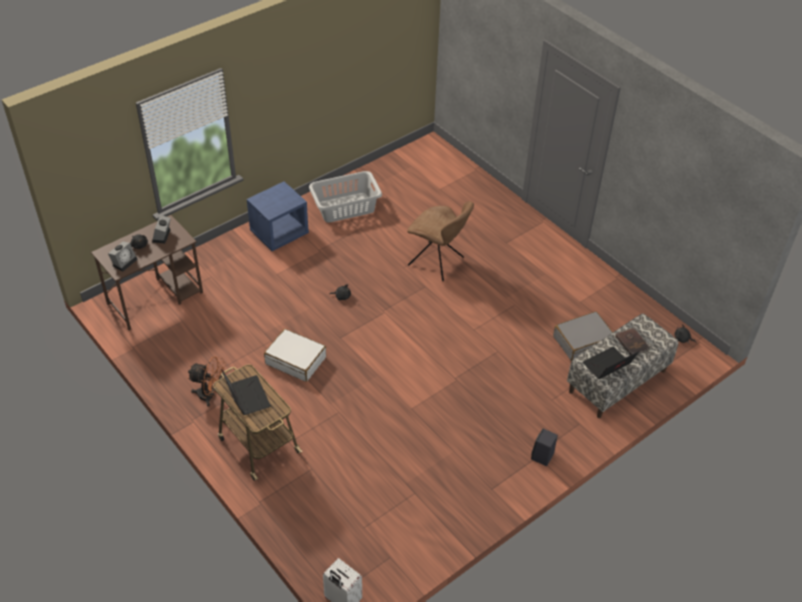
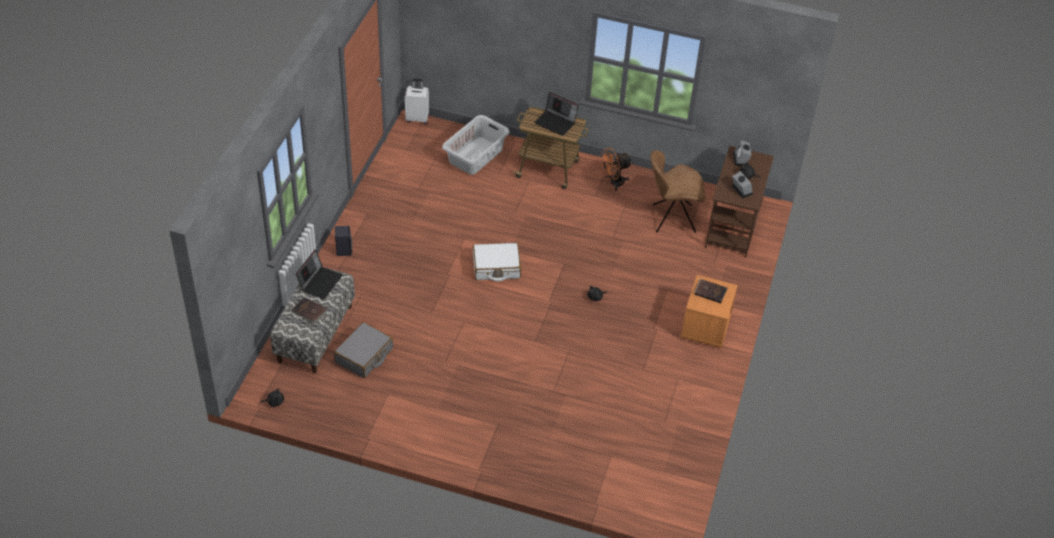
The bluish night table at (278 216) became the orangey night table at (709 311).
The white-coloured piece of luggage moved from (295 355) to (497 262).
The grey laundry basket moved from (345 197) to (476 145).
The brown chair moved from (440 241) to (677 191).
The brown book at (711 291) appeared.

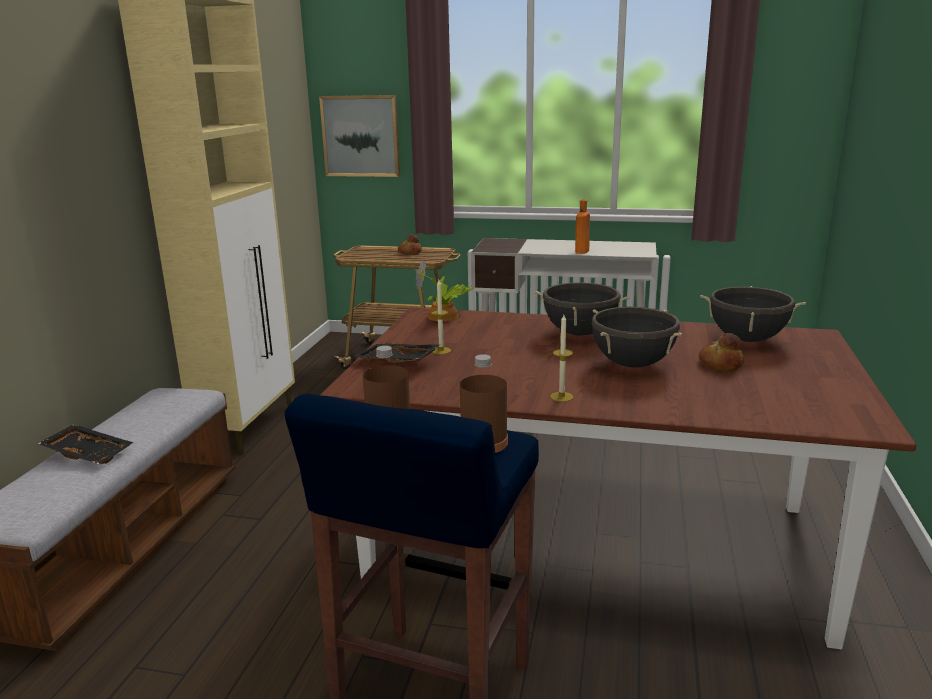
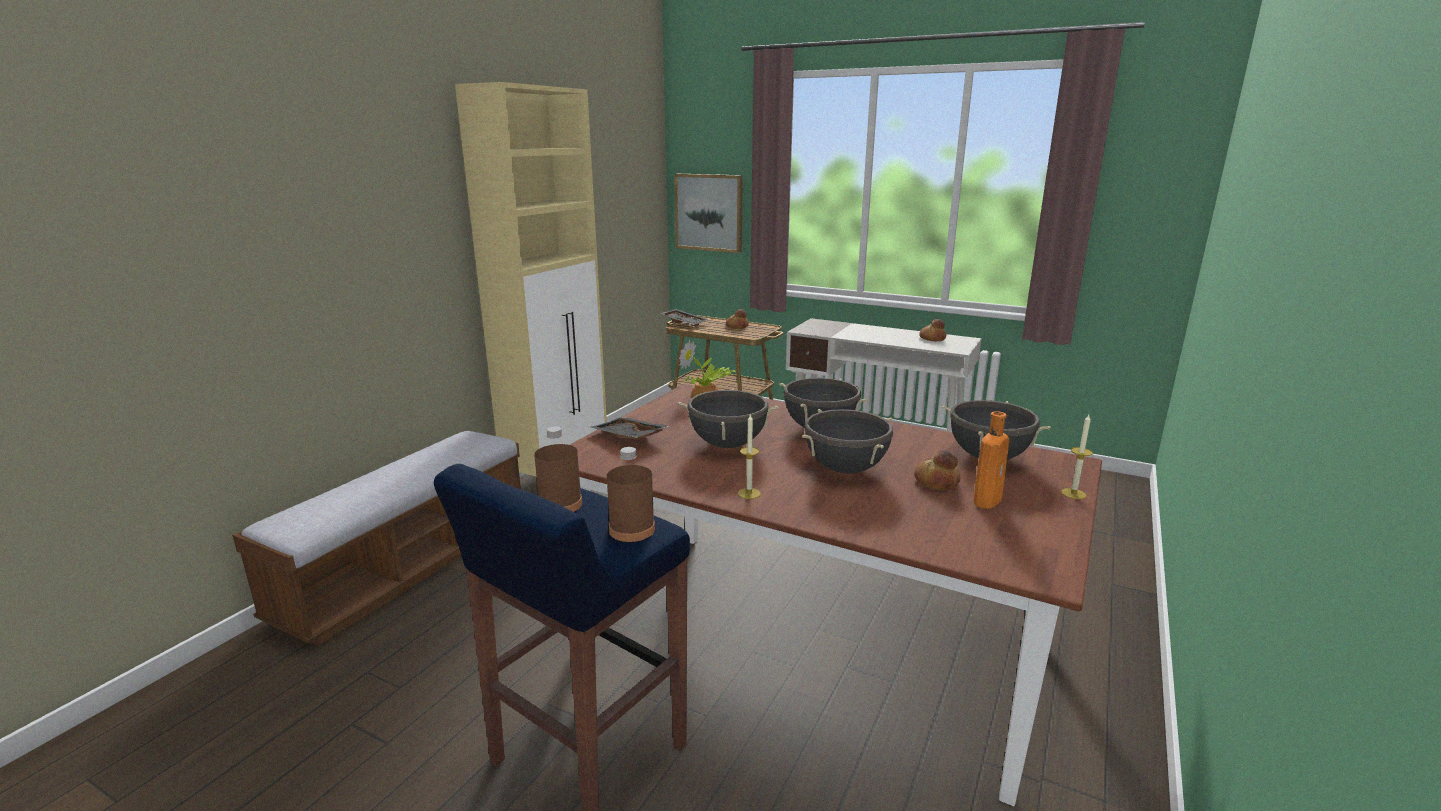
The black-coloured serving tray moved from (86 444) to (684 318).
The wax candle moved from (441 317) to (1077 457).
The orangey beverage bottle moved from (582 227) to (992 460).
The black-coloured cooking pot at (728 418) appeared.
The bread at (932 330) appeared.

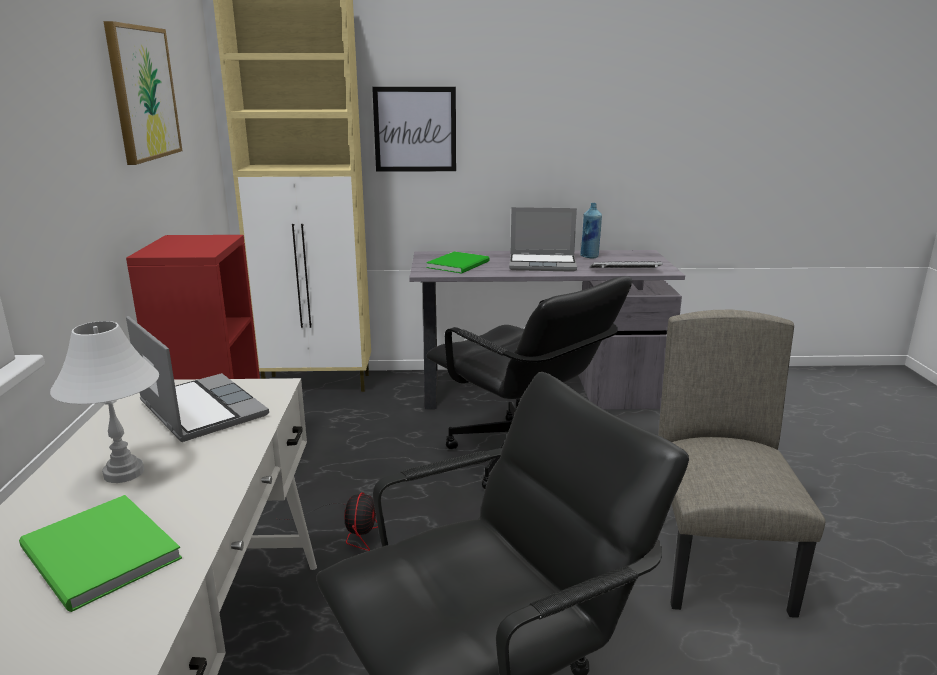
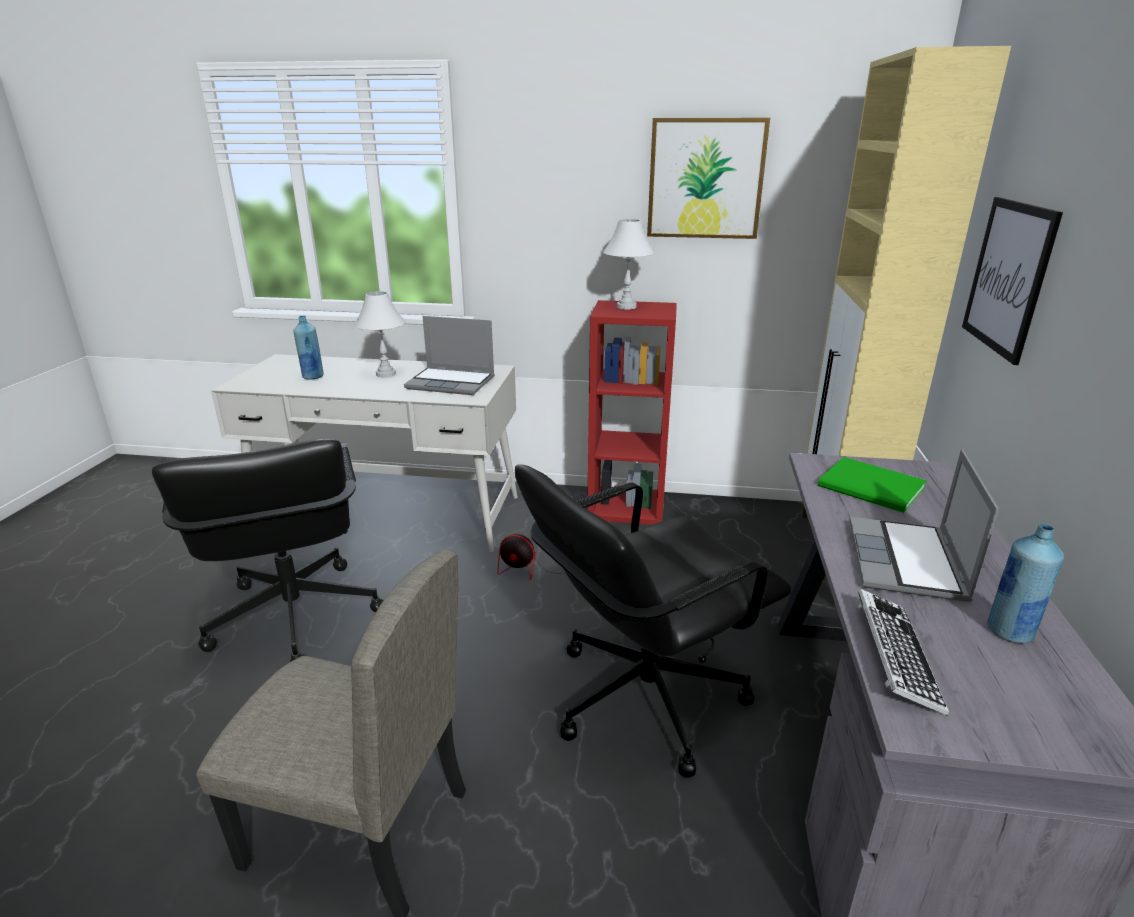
The green-coloured book at (100 553) was replaced by the bluish beverage bottle at (308 348).
The laptop at (197 379) turned 45 degrees clockwise.
The white-coloured table lamp at (628 264) appeared.

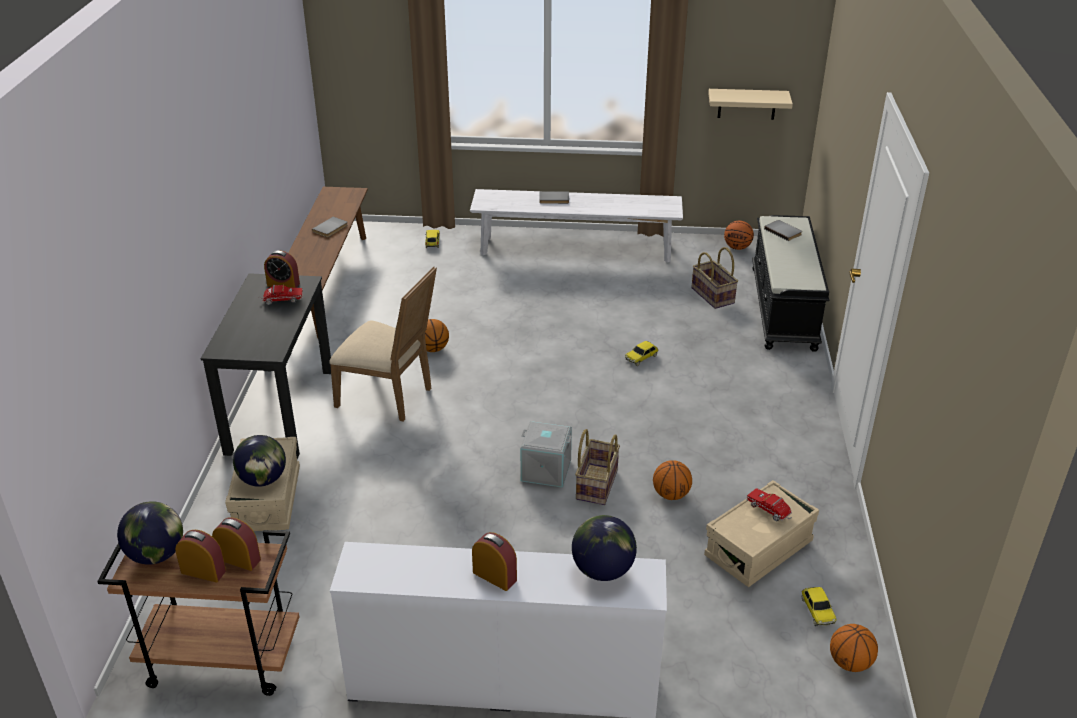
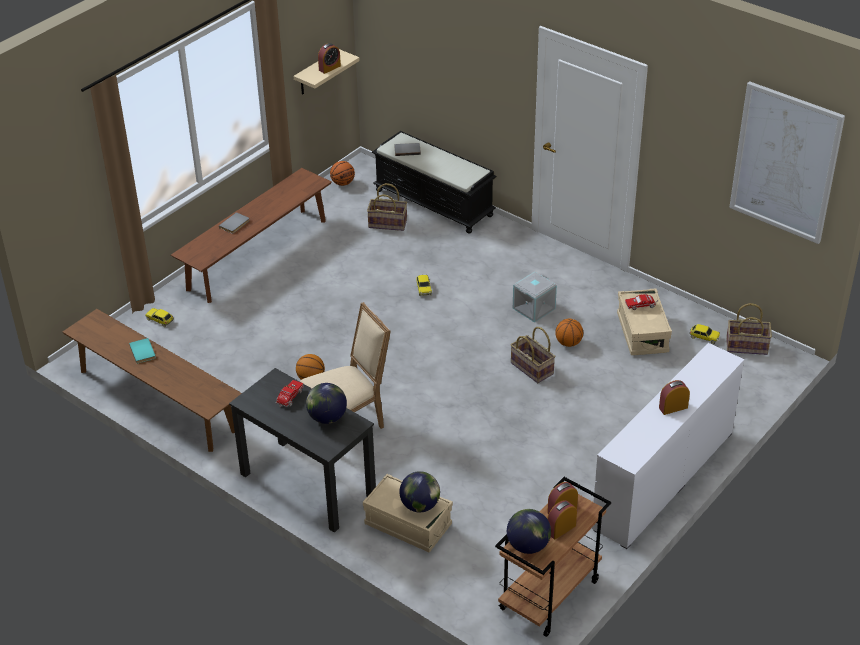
The bedside clock moved from (282 269) to (329 58).
The grey book at (330 227) became the turquoise book at (142 351).
The white-coloured indoor bench at (576 226) became the brown indoor bench at (251 235).
The grey storage bin moved from (546 454) to (535 297).
The world globe moved from (604 548) to (326 403).
The basketball at (854 648) was replaced by the household basket at (749 329).
The wall picture at (787 162) appeared.

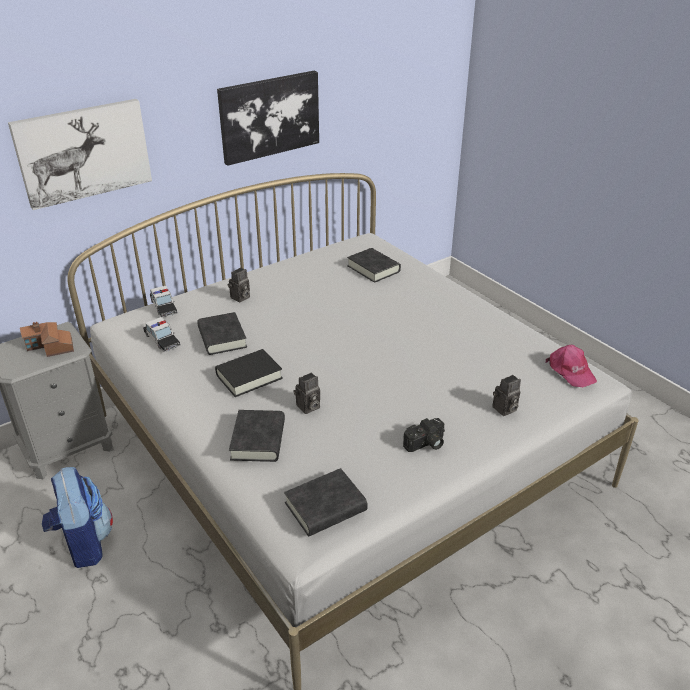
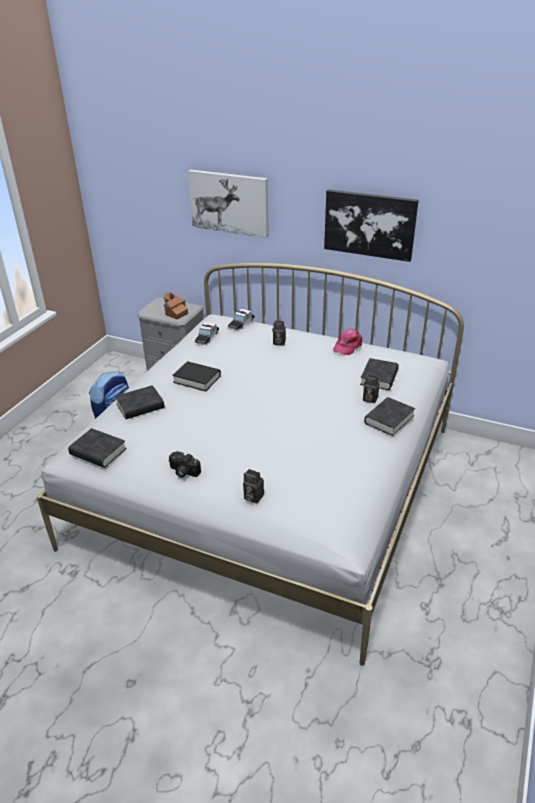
The black-coloured book moved from (222 333) to (389 416).
The still camera moved from (306 393) to (371 388).
The pink-coloured peaked cap moved from (571 366) to (347 342).

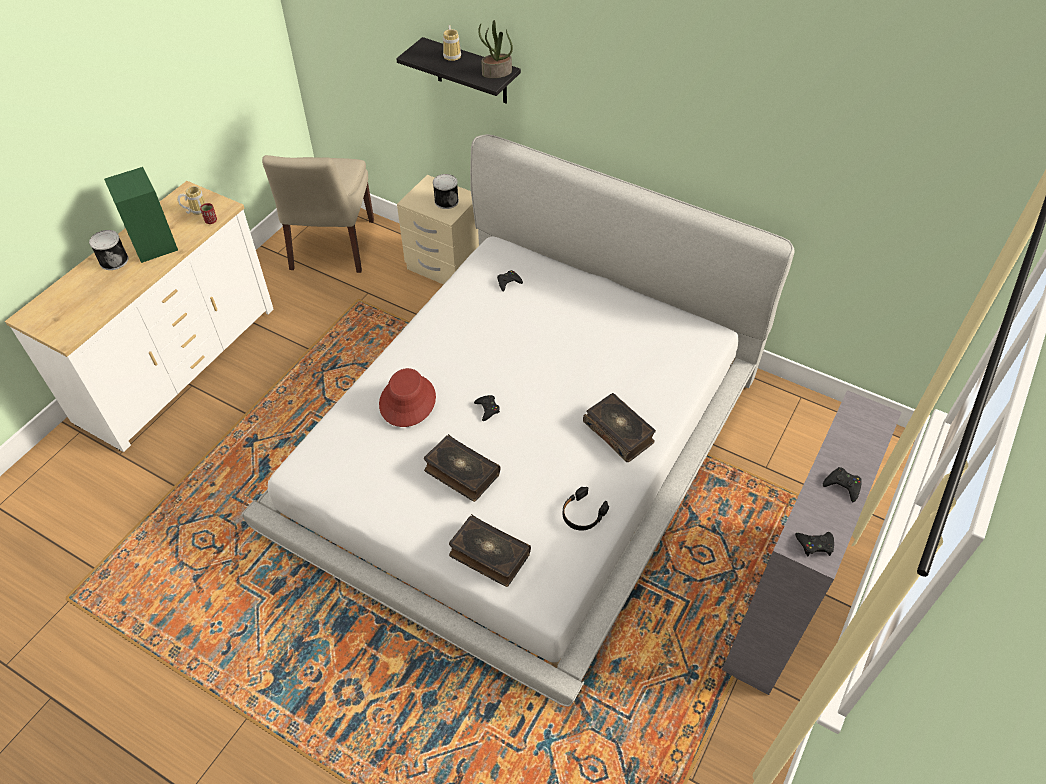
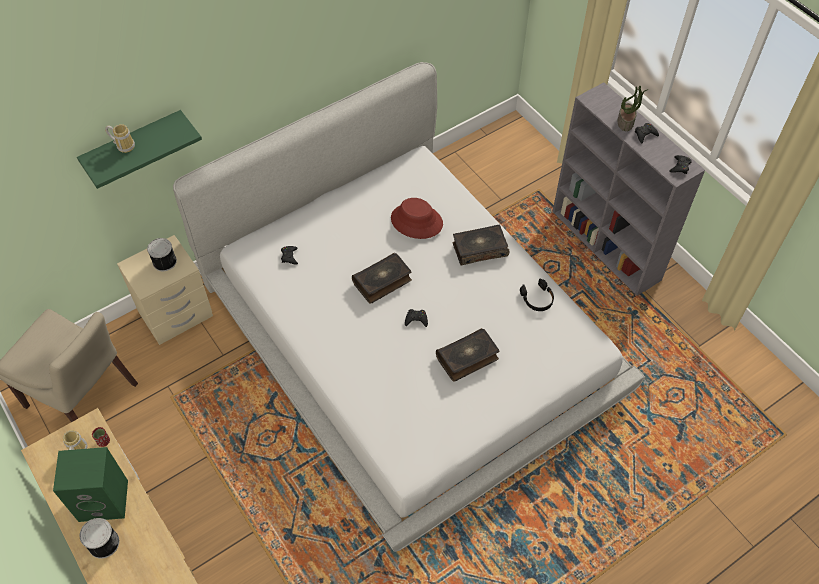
The red-coloured hat moved from (407 397) to (417 218).
The black-coloured wall shelf at (458 70) became the green-coloured wall shelf at (139 149).
The book moved from (490 550) to (382 278).
The plant in a pot moved from (495 49) to (633 108).

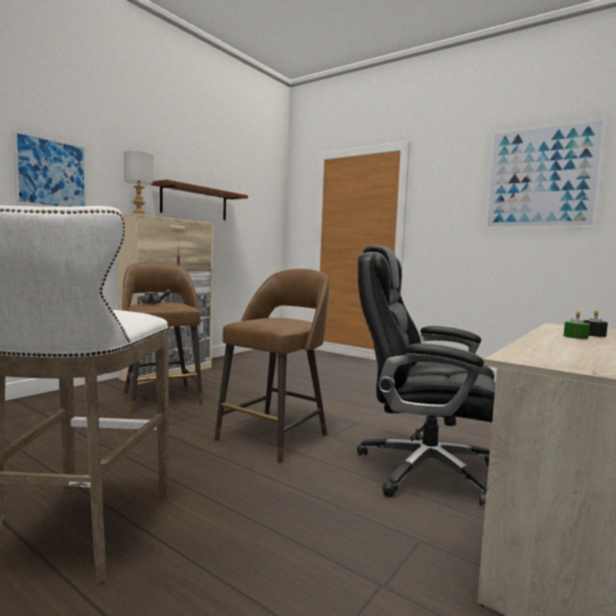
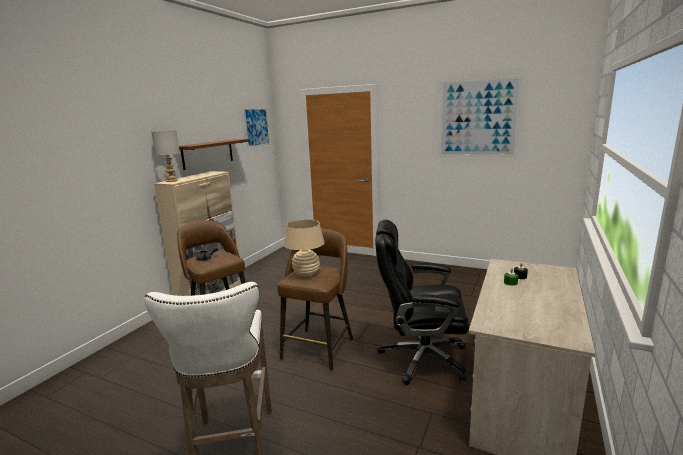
The wall picture moved from (50 168) to (256 128).
The beige table lamp at (304 248) appeared.

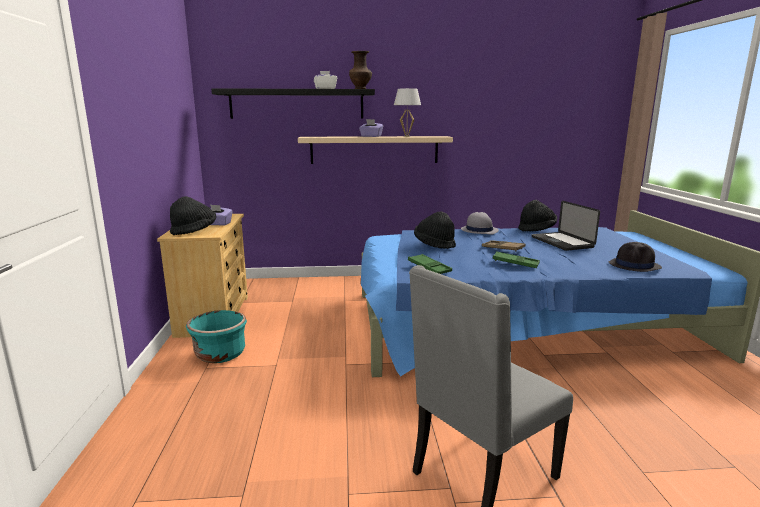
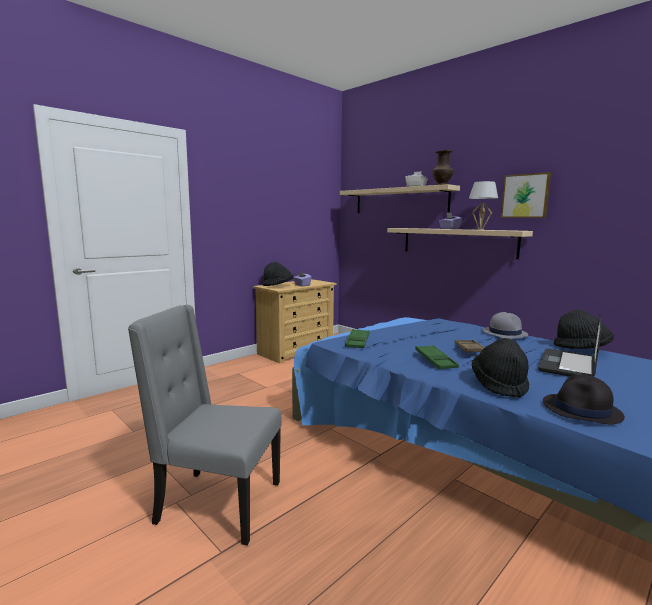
The turquoise planter at (216 336) disappeared.
The black-coloured wall shelf at (293 103) became the beige wall shelf at (400 198).
The black-coloured hat moved from (435 230) to (500 368).
The wall picture at (526 195) appeared.

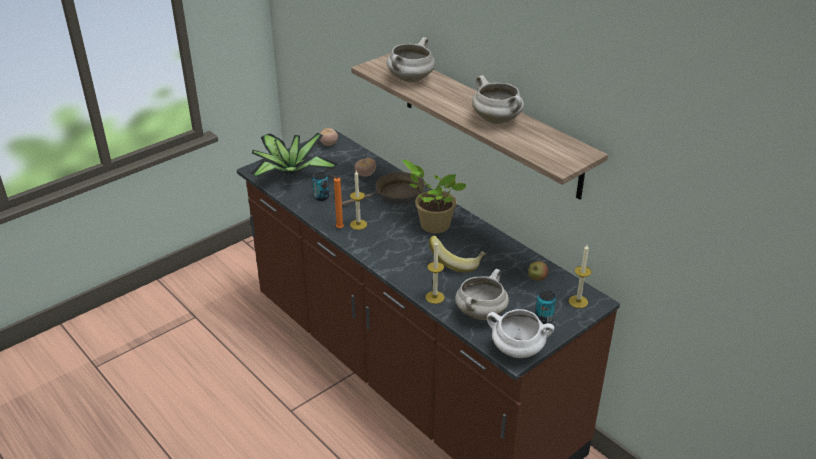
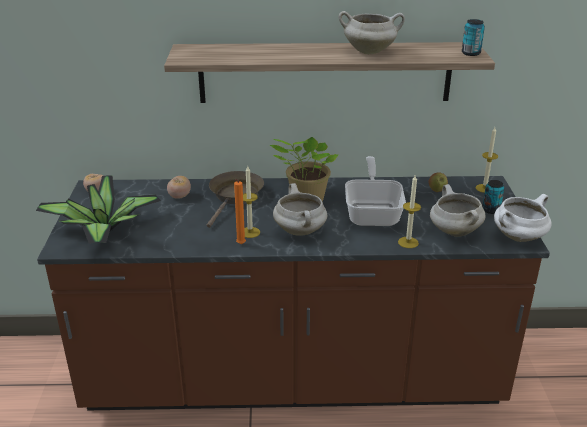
The sealed can moved from (320 186) to (473 37).
The white-coloured cooking pot moved from (411 59) to (300 209).
The banana at (457 254) was replaced by the pan at (375 191).

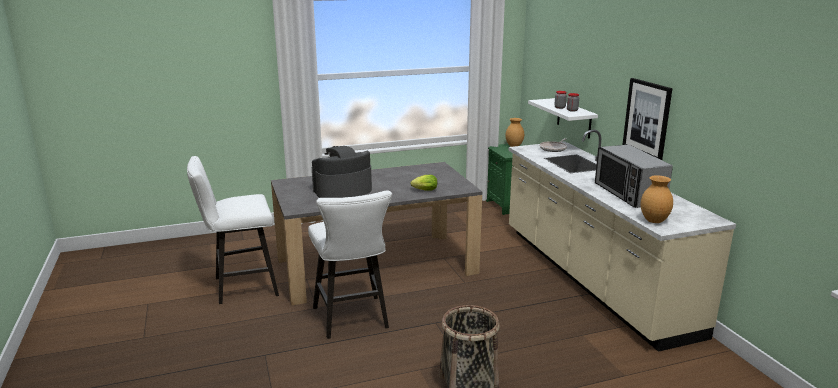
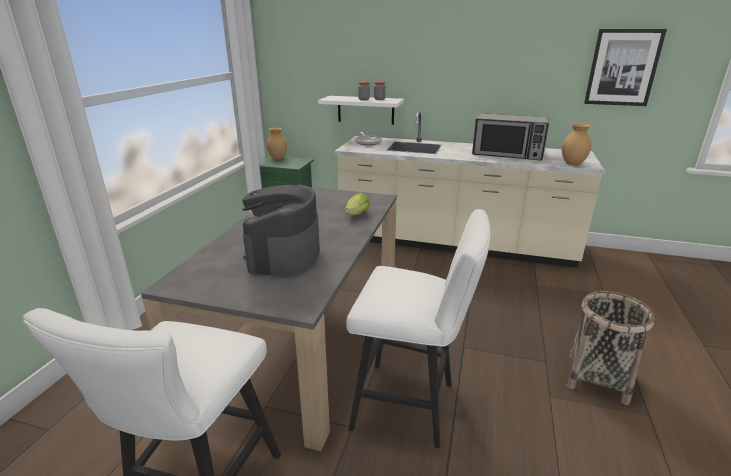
The wall picture moved from (647 119) to (625 67).

